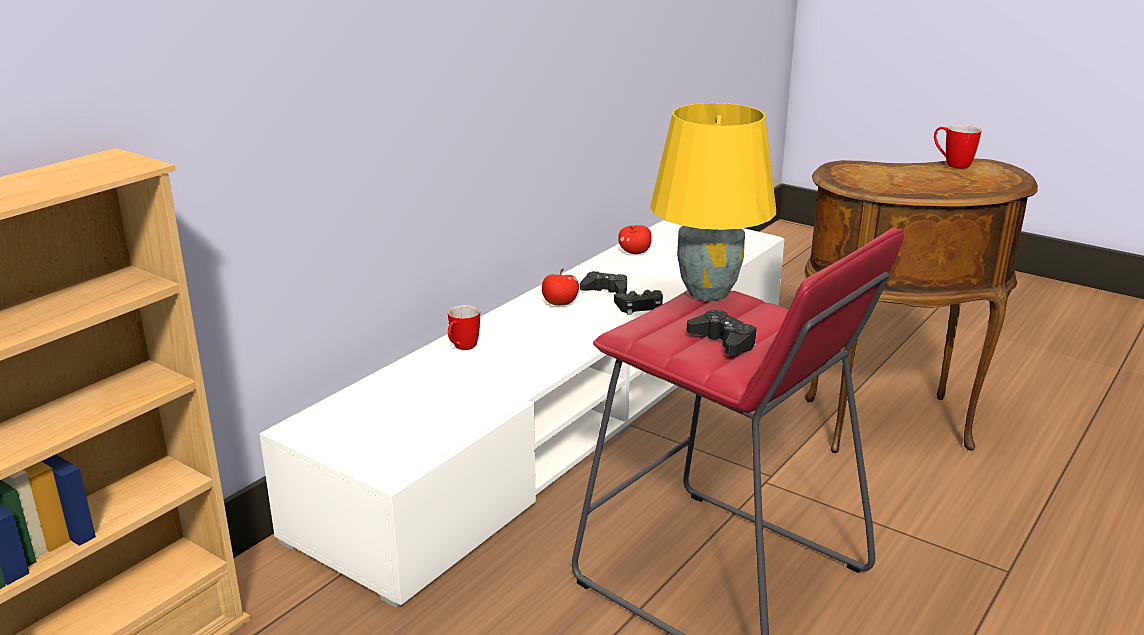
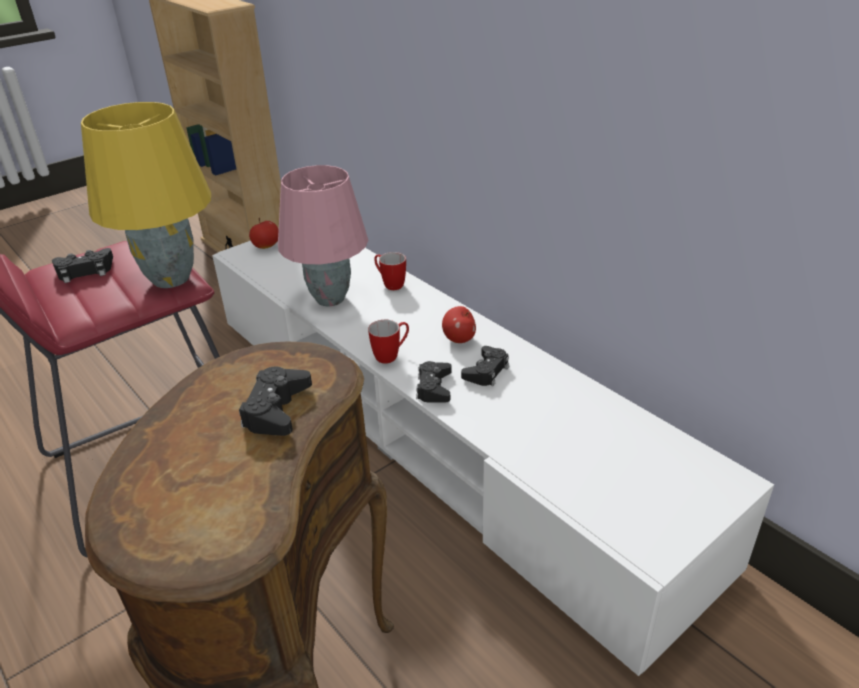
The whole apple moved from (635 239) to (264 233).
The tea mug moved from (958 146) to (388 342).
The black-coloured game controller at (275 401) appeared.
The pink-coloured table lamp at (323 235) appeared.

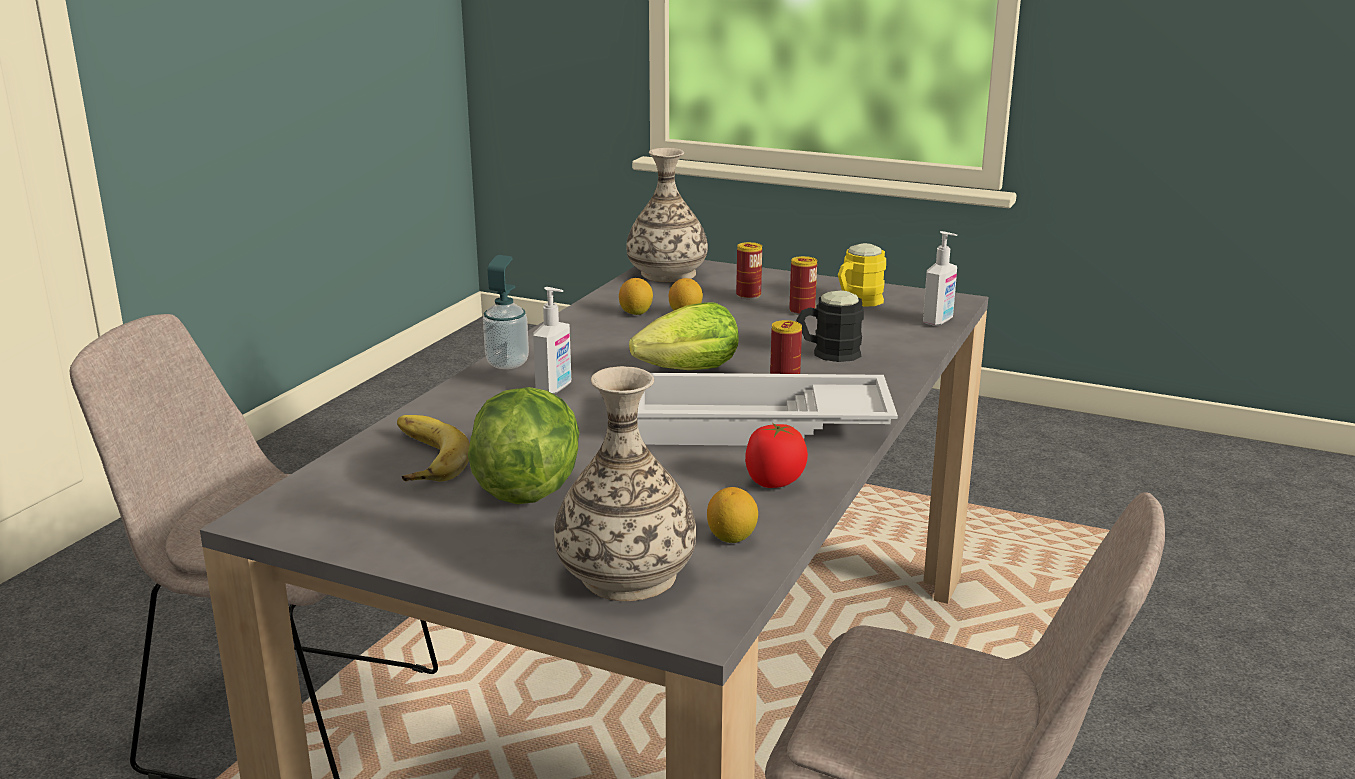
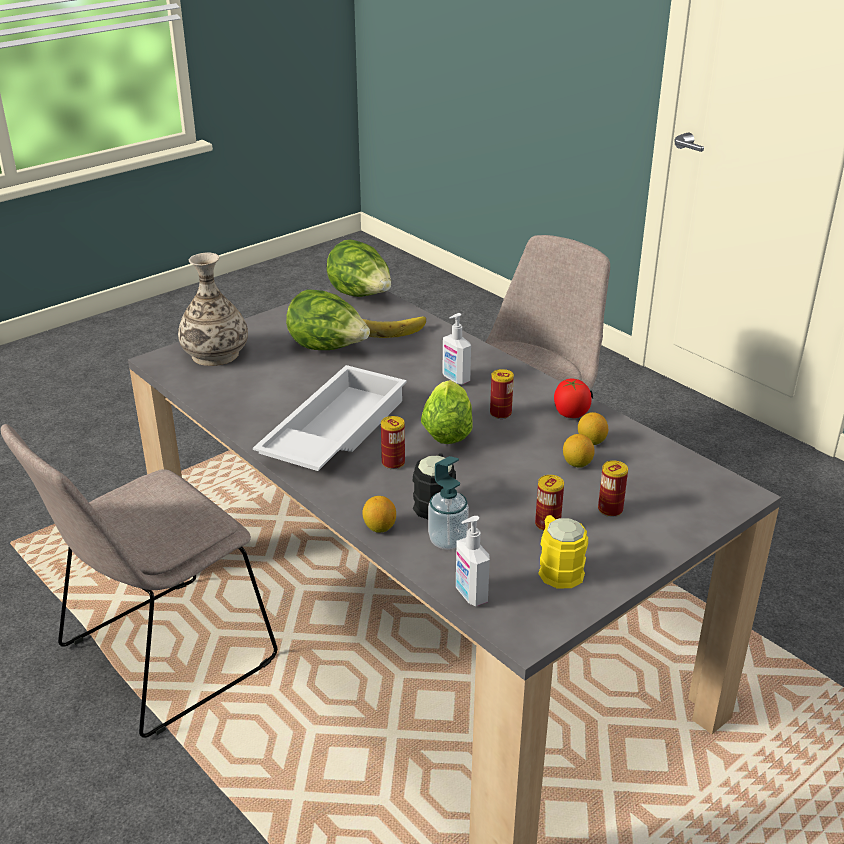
The liquid soap bottle moved from (506 312) to (448 503).
The decorative vase at (667 215) disappeared.
The lemon moved from (732 515) to (379 514).
The fresh tomato moved from (776 455) to (572 398).
The head of lettuce at (359 268) appeared.
The sealed can at (502 394) appeared.

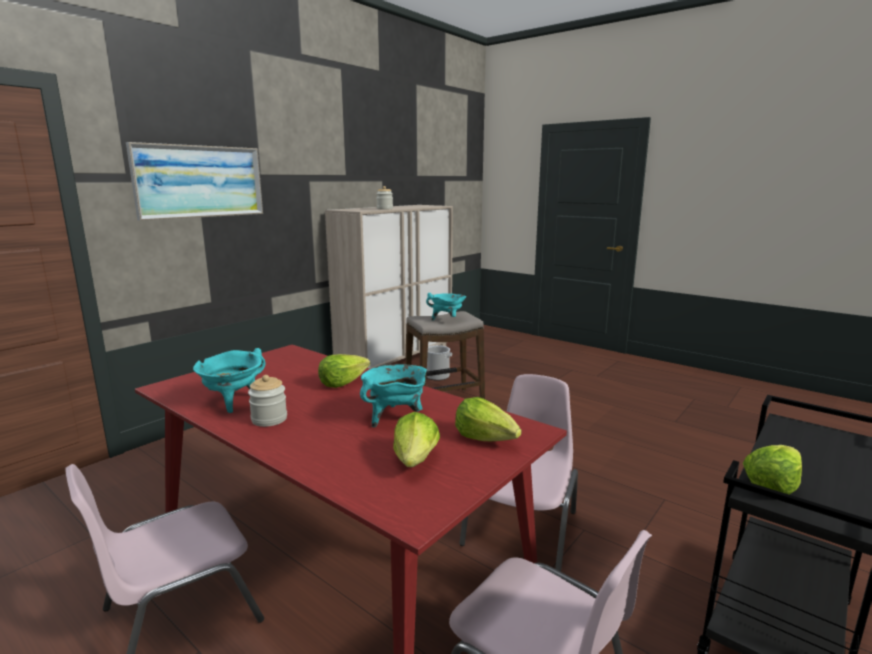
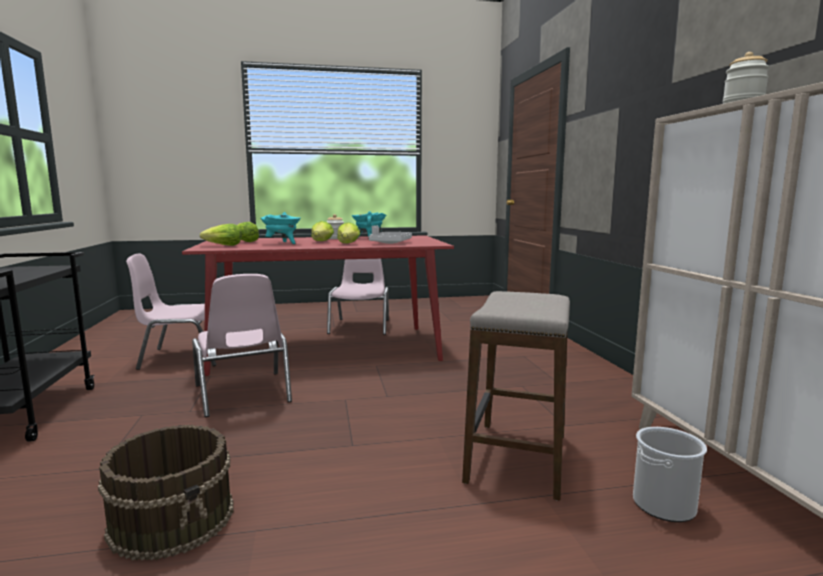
The wall picture at (194 181) disappeared.
The turquoise cooking pot at (446 307) disappeared.
The head of lettuce moved from (772 470) to (322 231).
The brown bucket at (166 493) appeared.
The grey serving tray at (390 234) appeared.

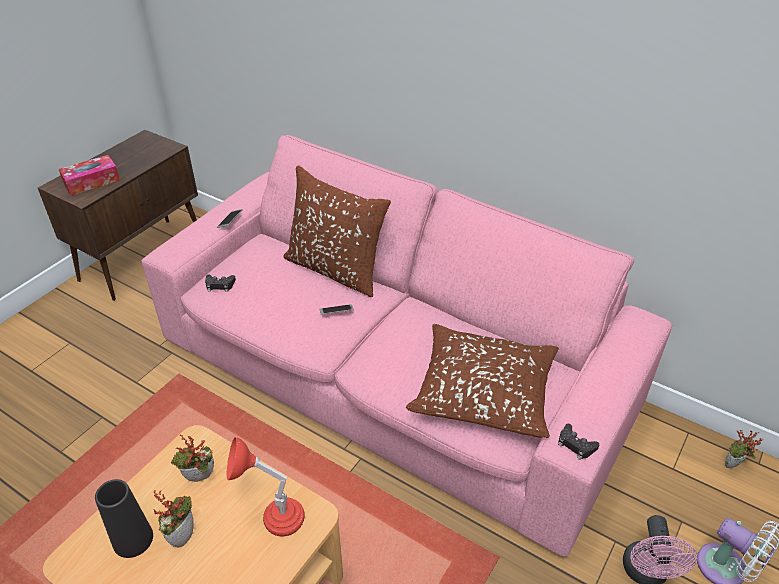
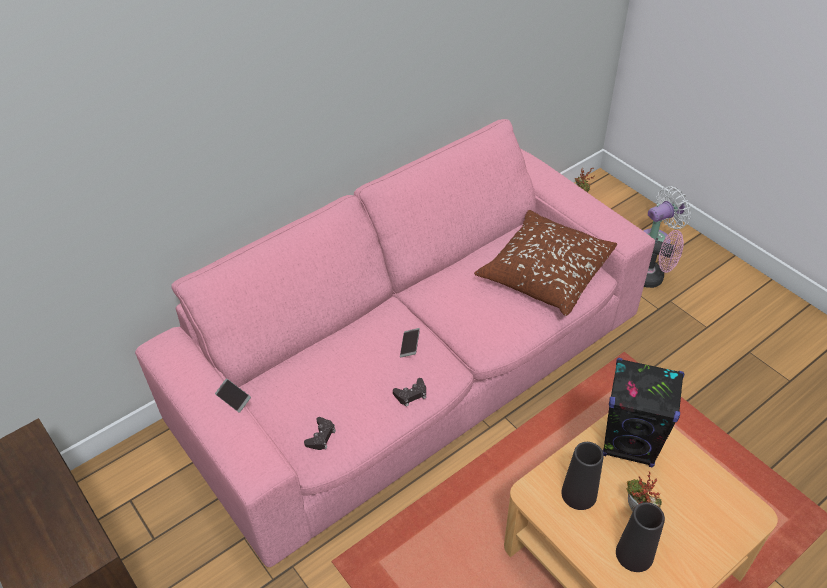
The box of tissues at (89 175) disappeared.
The plant in a pot at (192 458) was replaced by the black-coloured decorative vase at (582 476).
The red-coloured table lamp at (266 486) was replaced by the black-coloured loudspeaker at (643 413).
The brown pillow at (337 231) disappeared.
The black-coloured game controller moved from (578 442) to (409 392).

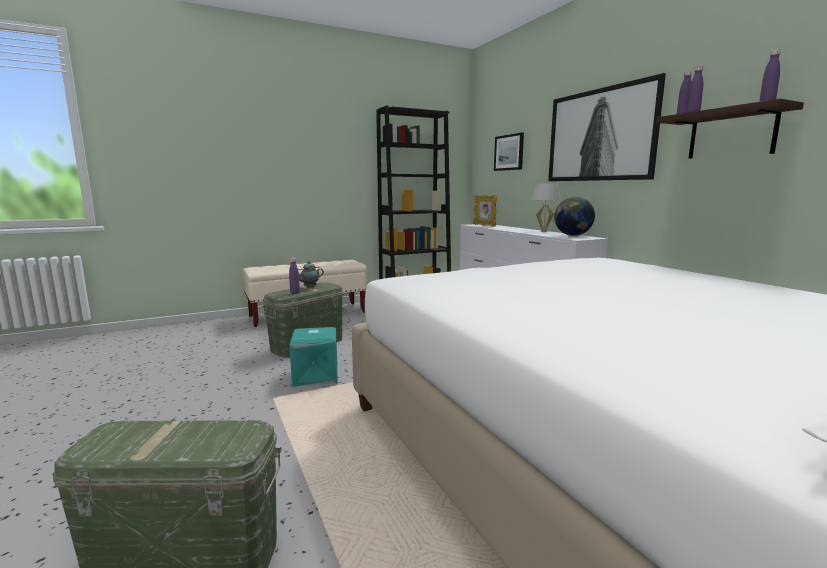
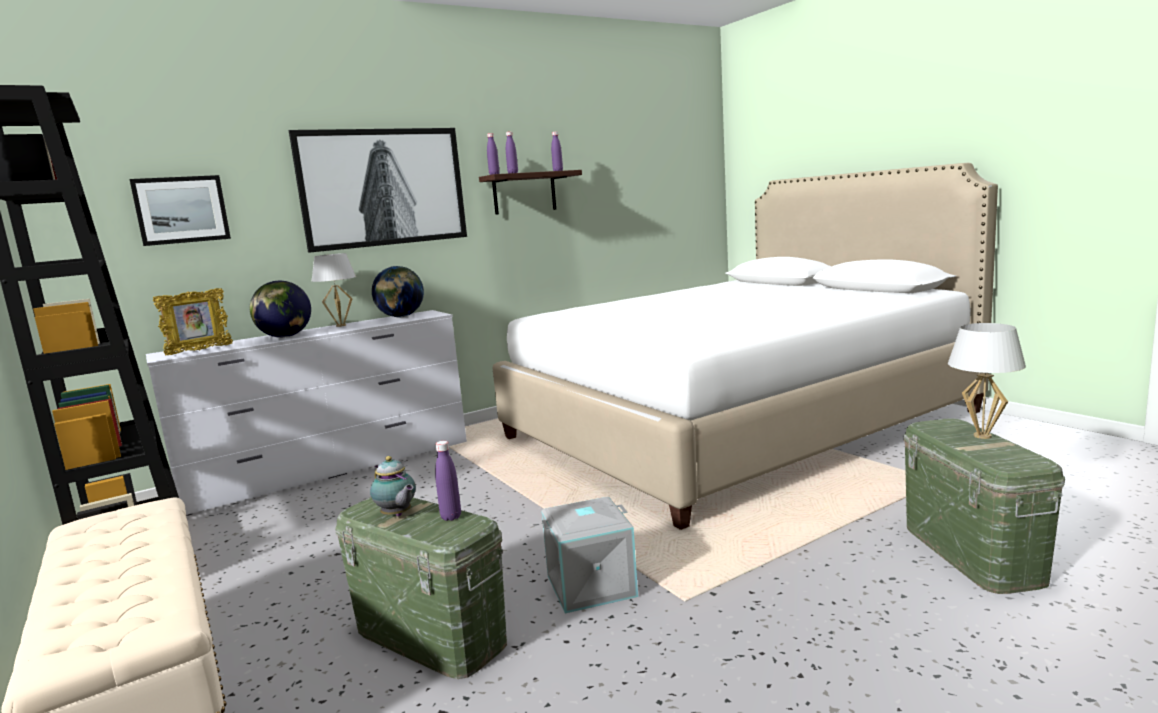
The turquoise storage bin at (313 357) became the grey storage bin at (589 555).
The world globe at (280 309) appeared.
The white-coloured table lamp at (987 381) appeared.

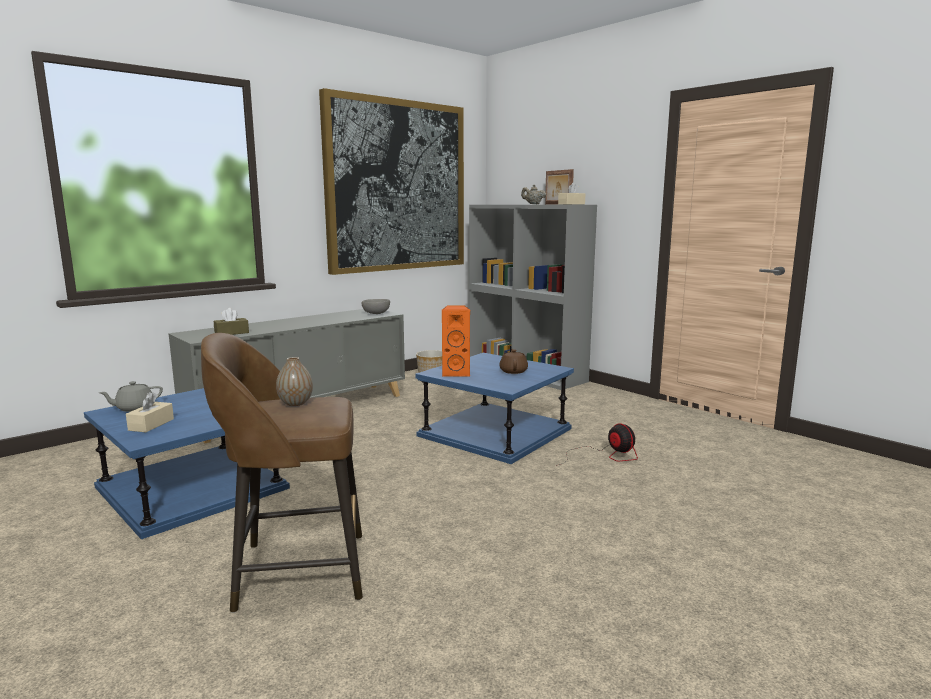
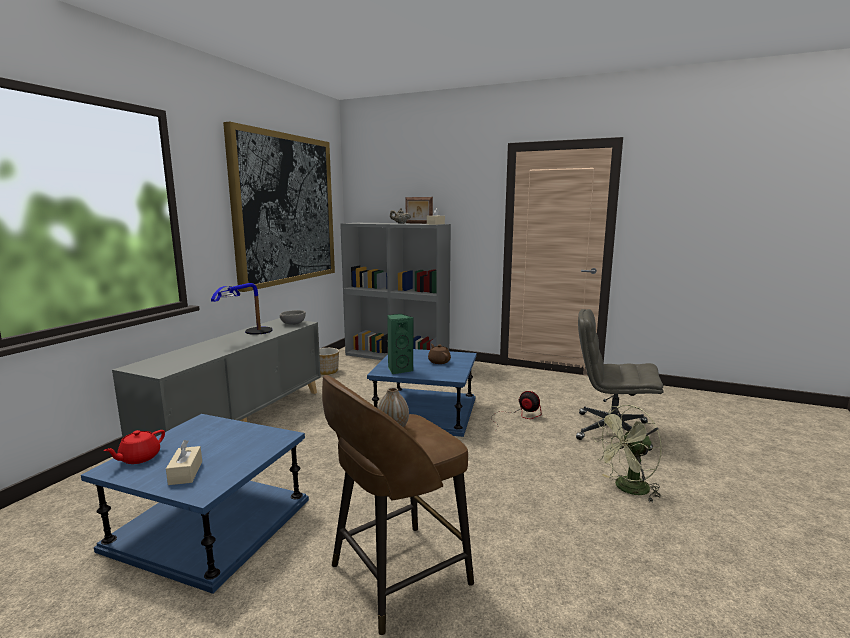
The grey pot for tea at (131 396) became the red-coloured pot for tea at (134 447).
The brown box of tissues at (231 321) disappeared.
The orangey loudspeaker at (455 341) became the green-coloured loudspeaker at (400 344).
The table lamp at (242 309) appeared.
The grey office chair at (620 380) appeared.
The green-coloured electric fan at (627 453) appeared.

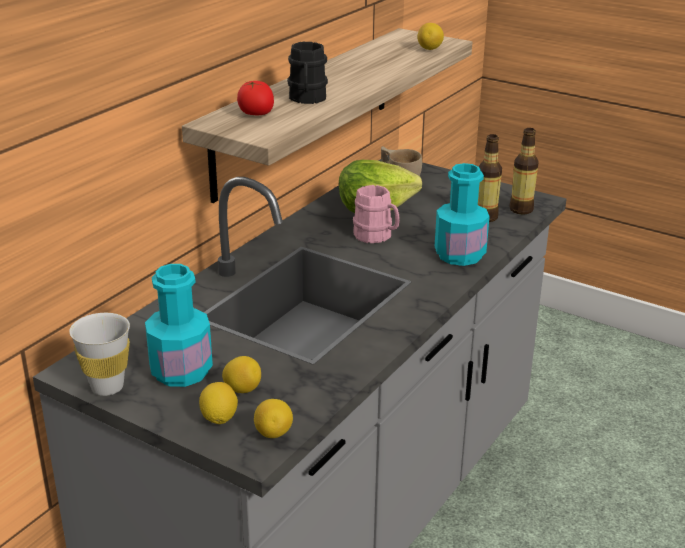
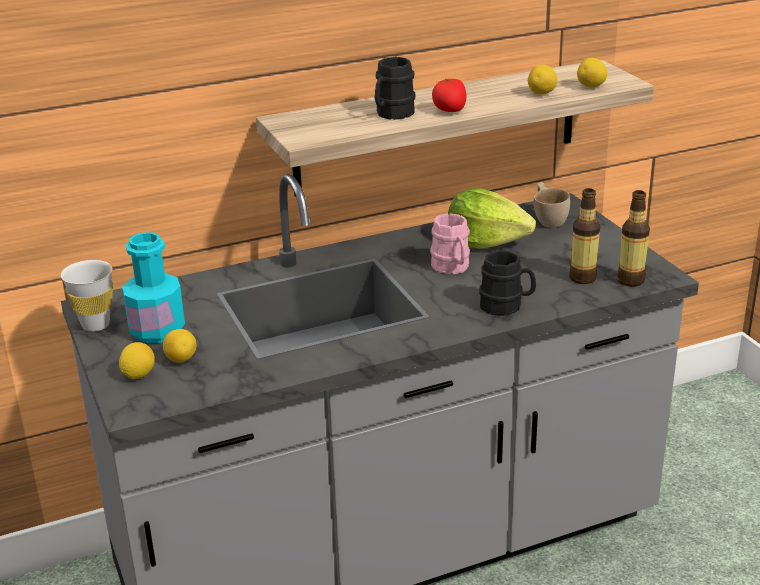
The fresh tomato moved from (255 98) to (449 95).
The lemon moved from (273 418) to (542 79).
The turquoise beverage bottle at (462 214) was replaced by the black-coloured tea mug at (507 283).

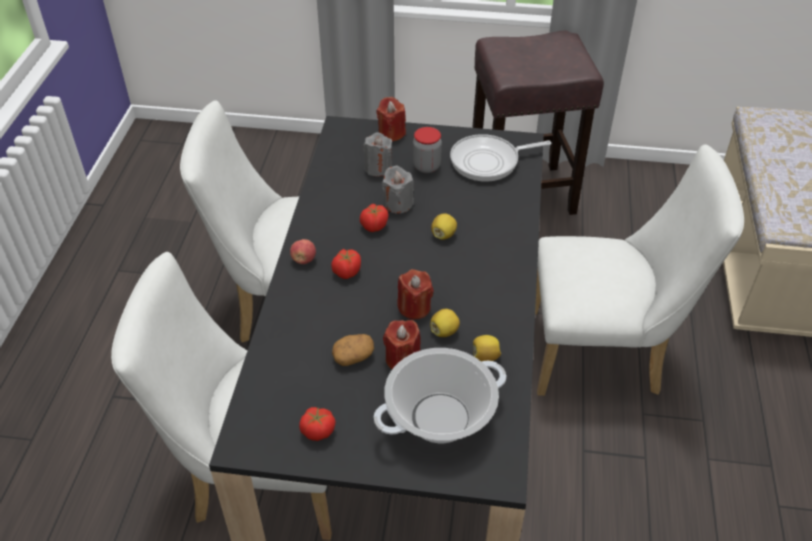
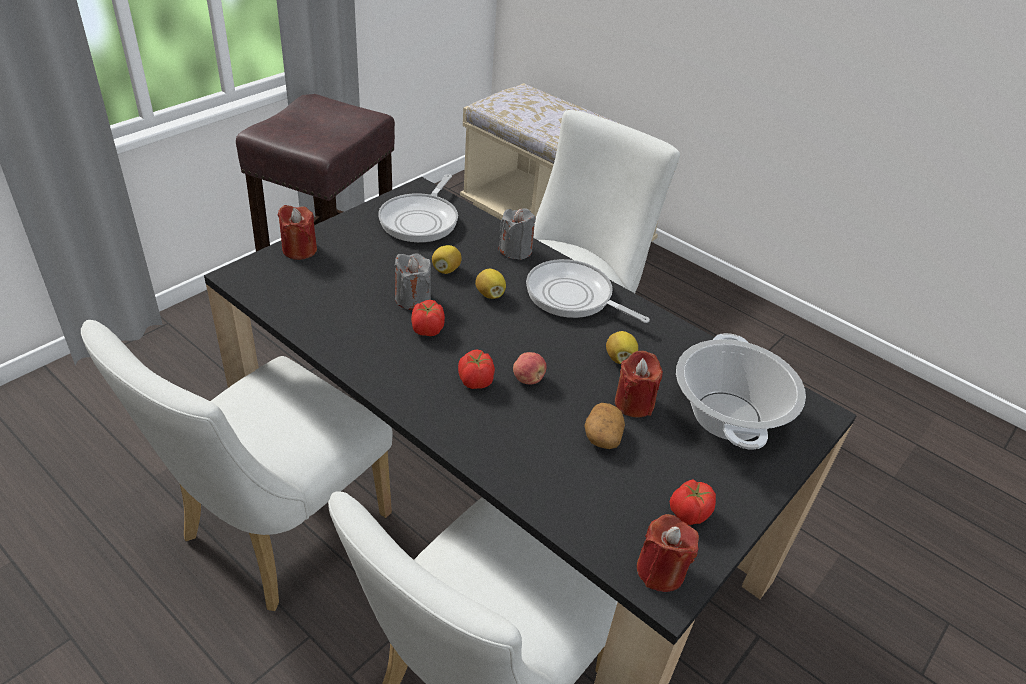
The whole apple moved from (303 251) to (530 368).
The grey wax candle moved from (377 154) to (517 234).
The red-coloured wax candle moved from (415 294) to (668 553).
The preserve jar at (427 150) disappeared.
The lemon moved from (487 348) to (446 259).
The pan at (588 291) appeared.

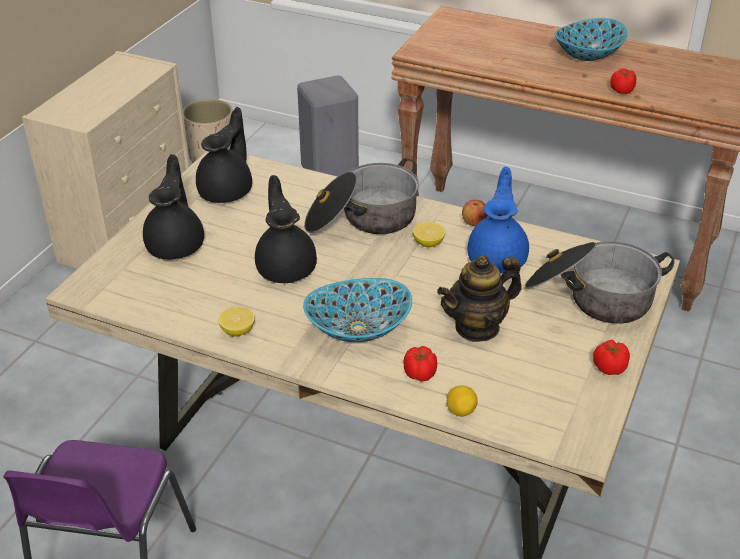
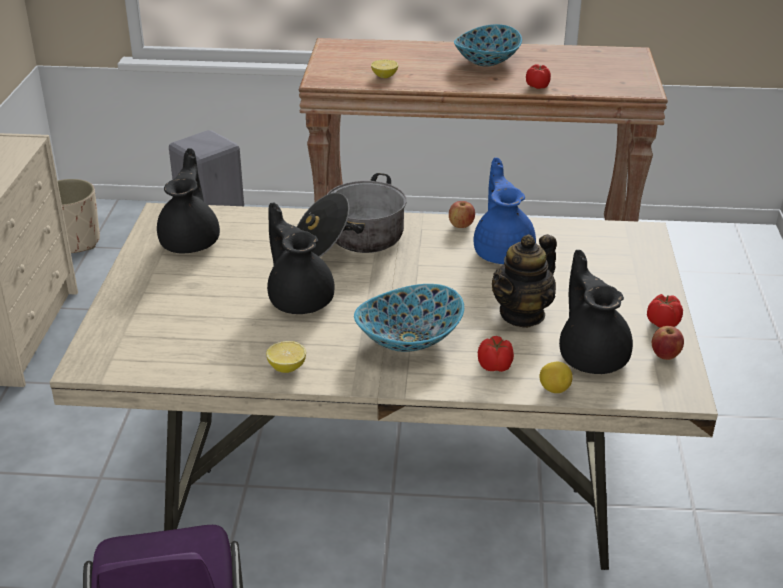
The black-coloured pot for tea moved from (173 207) to (596 312).
The lemon moved from (429 234) to (384 69).
The cooking pot at (599 282) disappeared.
The whole apple at (668 343) appeared.

